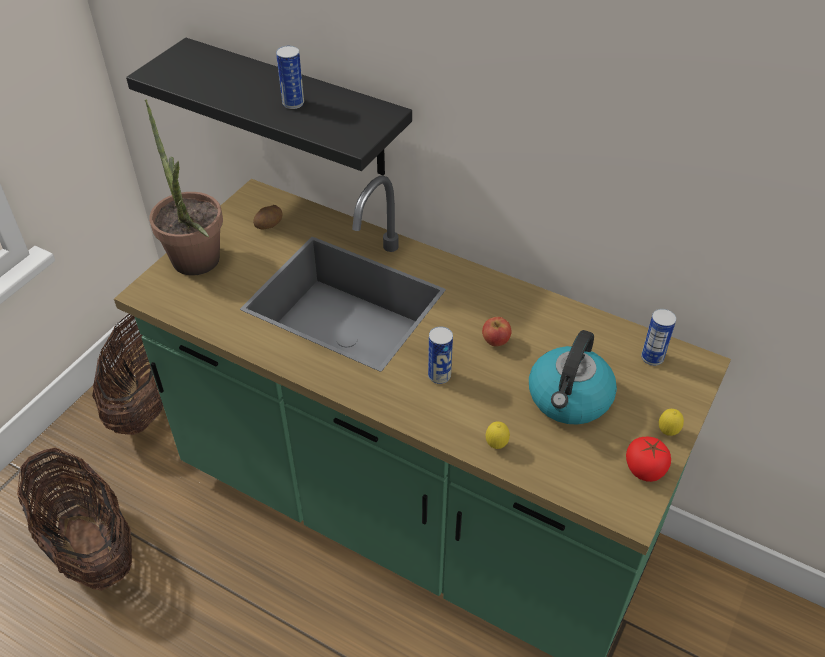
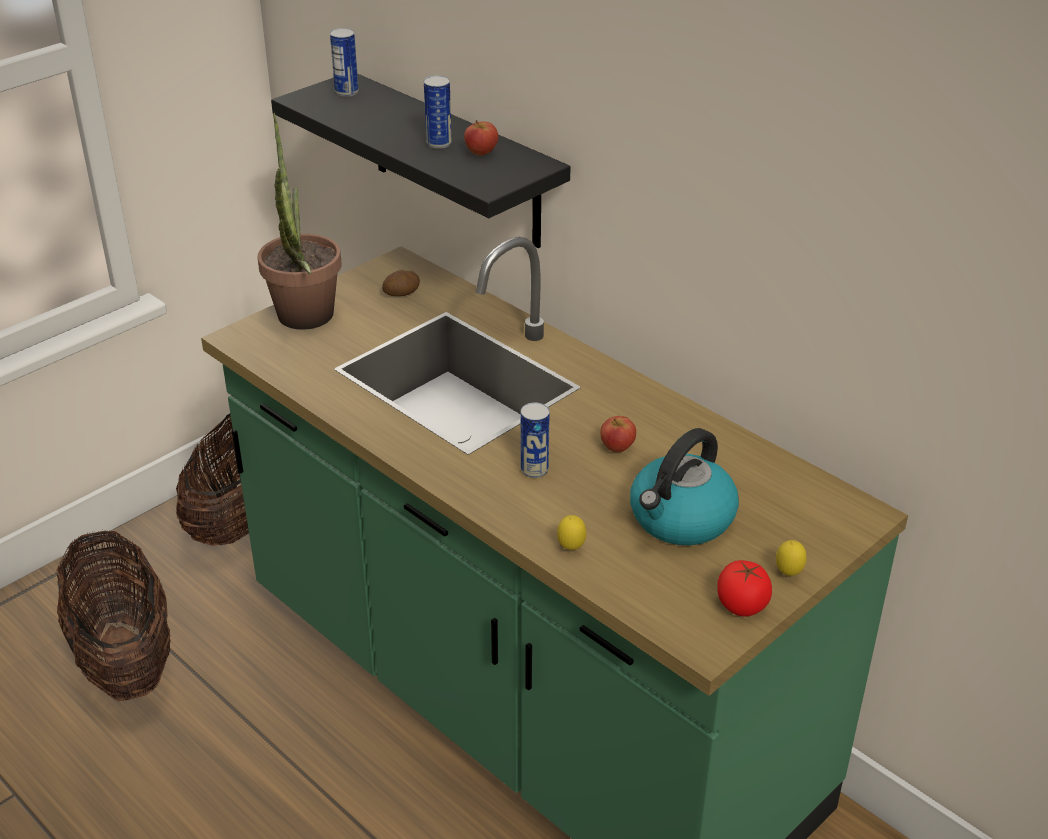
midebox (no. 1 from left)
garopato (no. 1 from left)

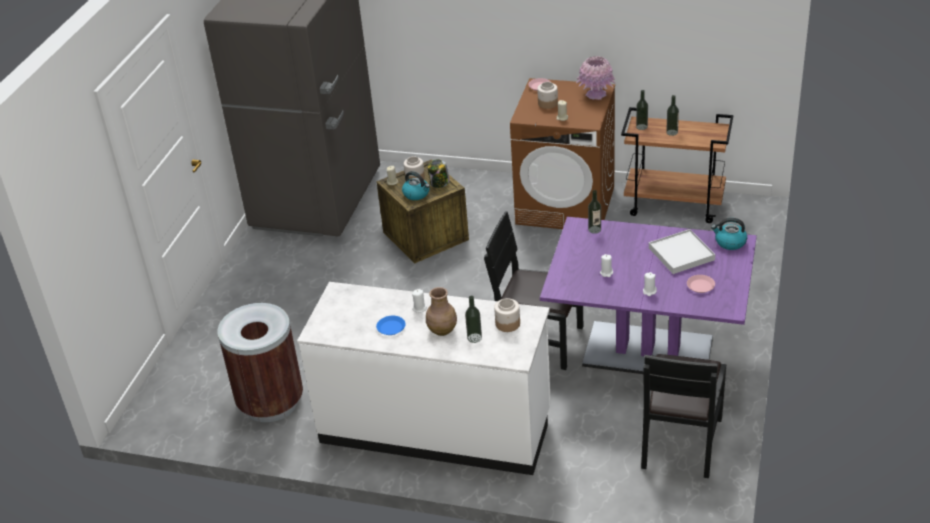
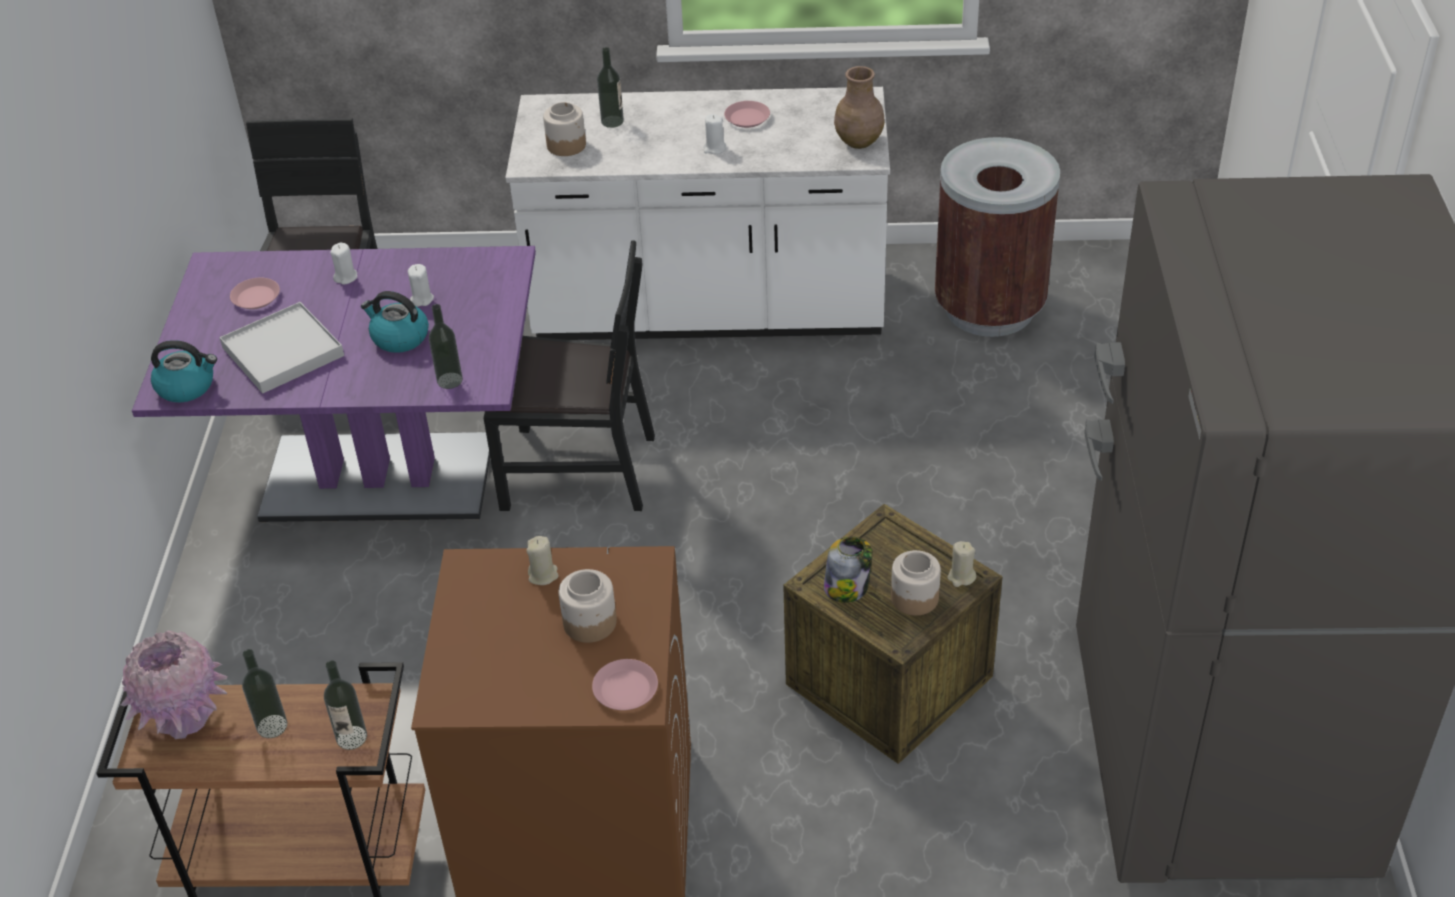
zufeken (no. 2 from left)
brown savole
pink savole
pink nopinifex (no. 3 from left)

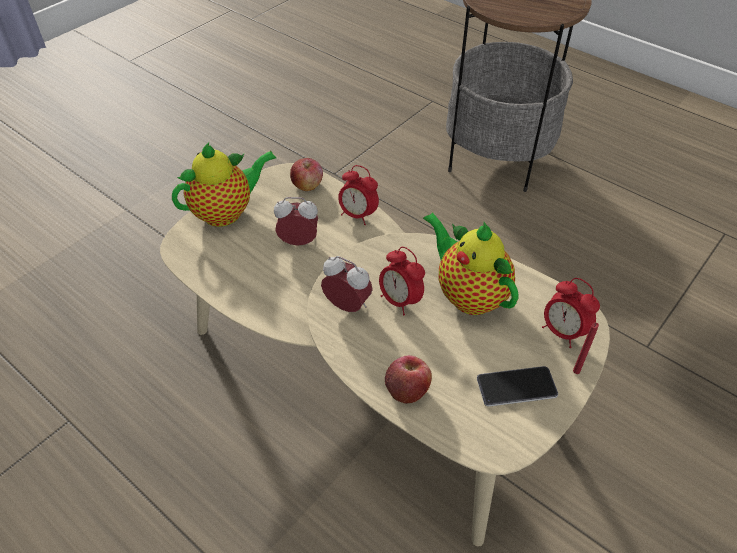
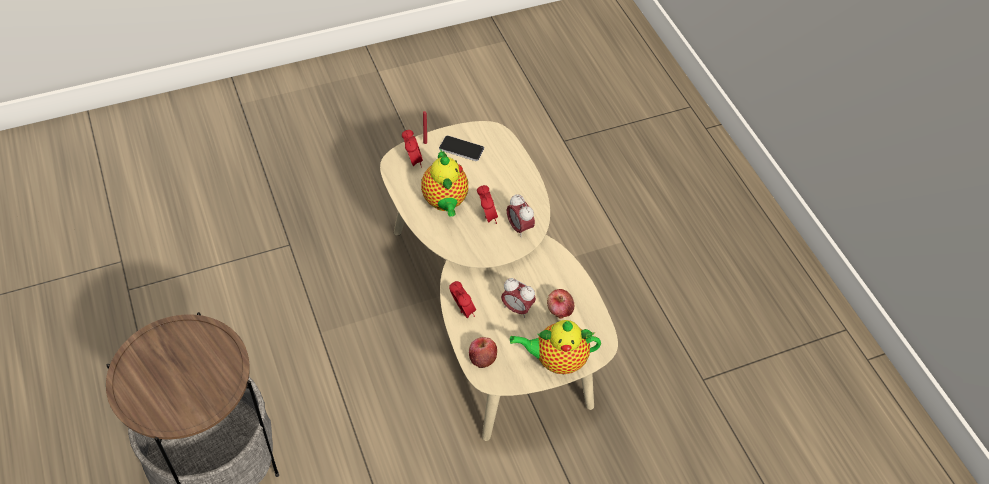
midebox (no. 2 from left)

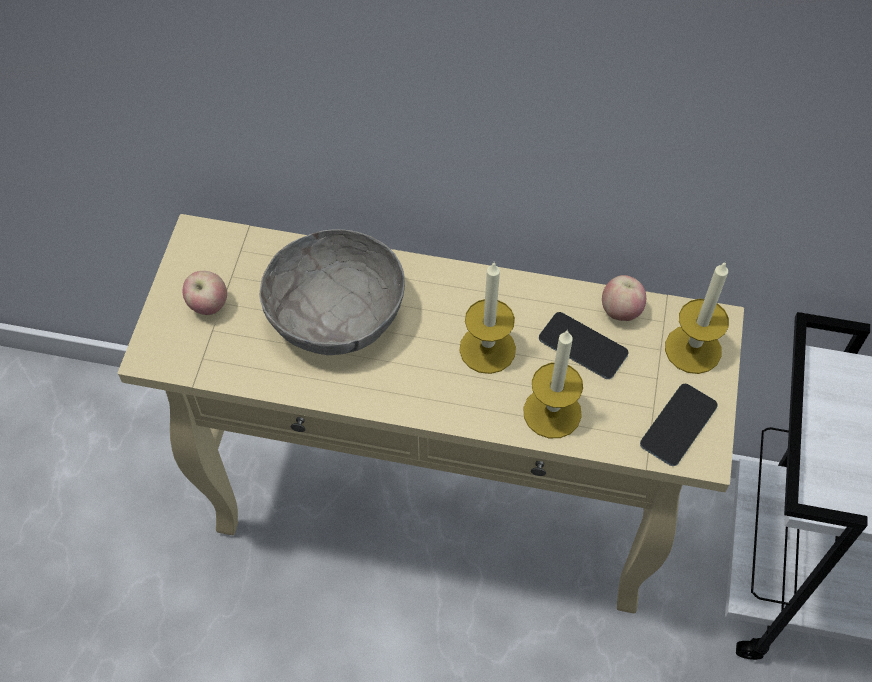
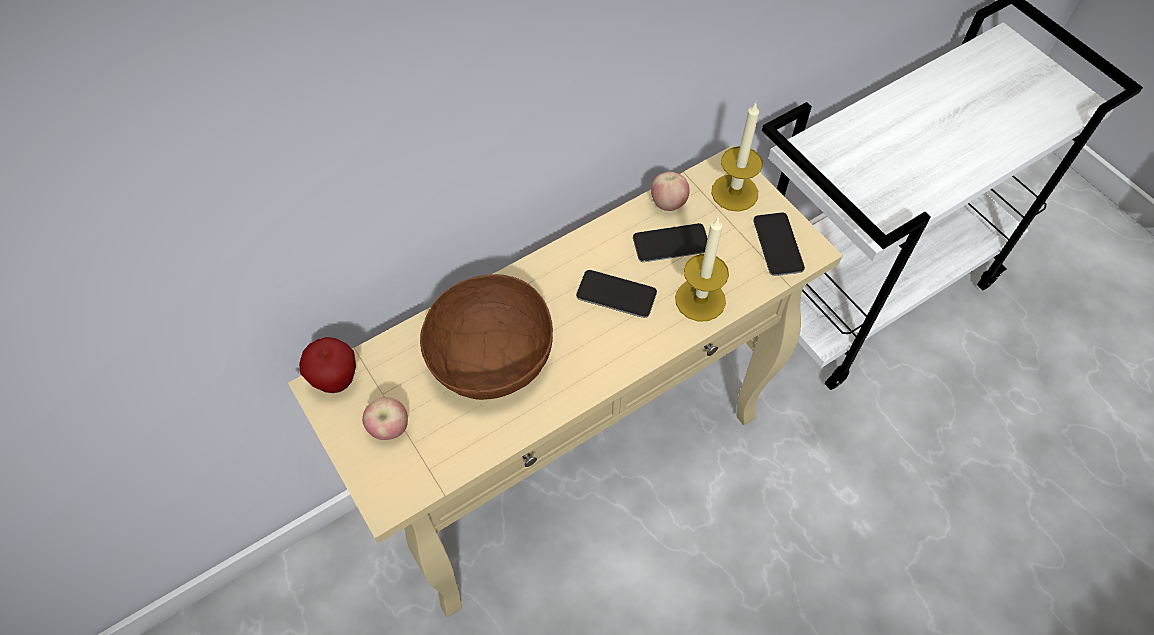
midebox (no. 1 from left)
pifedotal (no. 1 from left)
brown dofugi

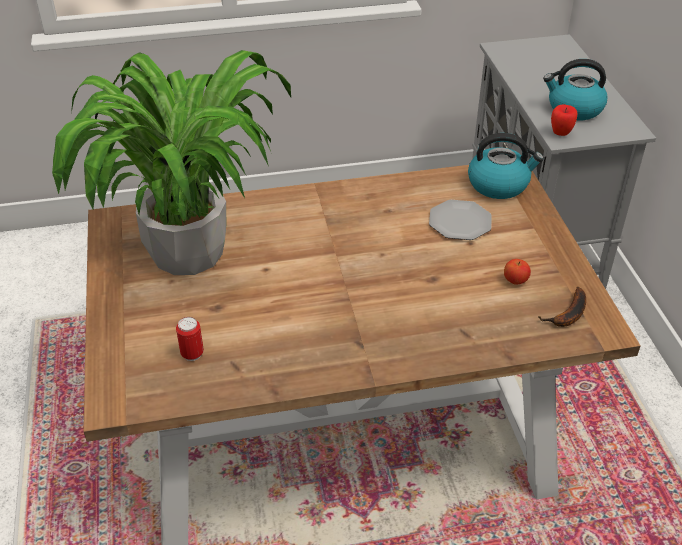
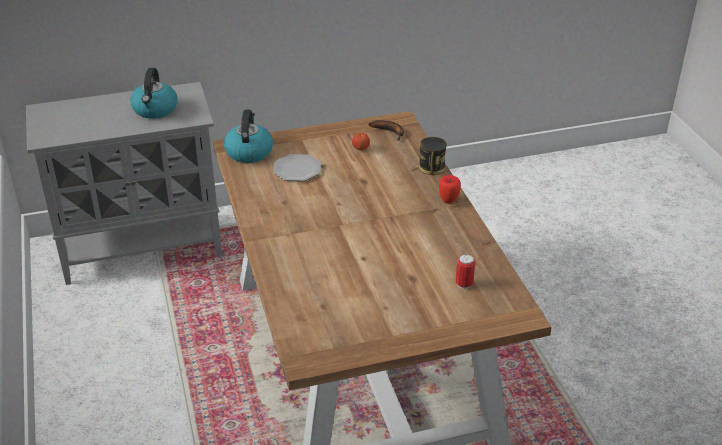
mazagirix
garopato (no. 1 from left)
midebox (no. 2 from left)

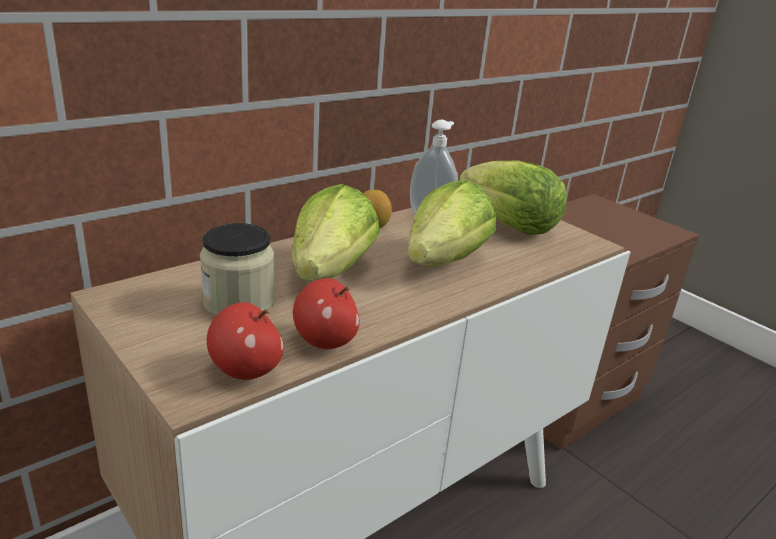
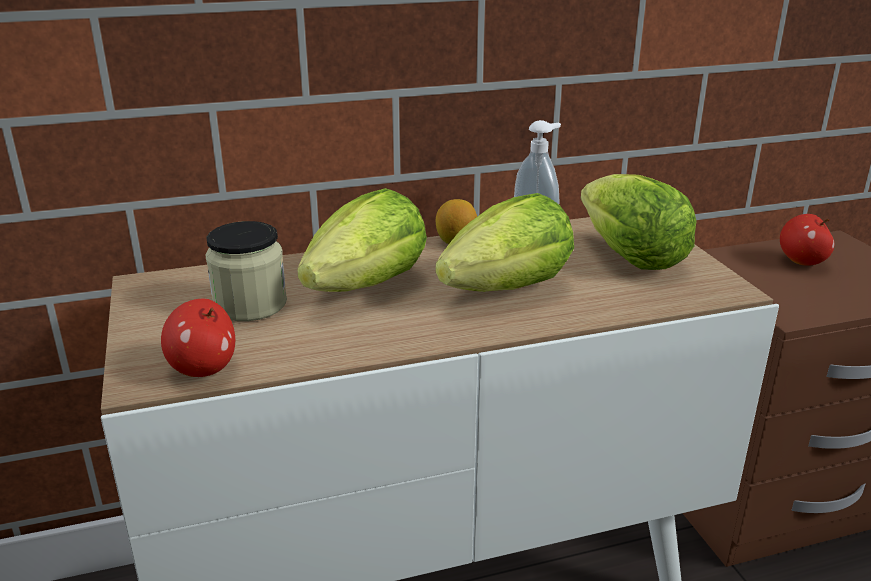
midebox (no. 2 from left)

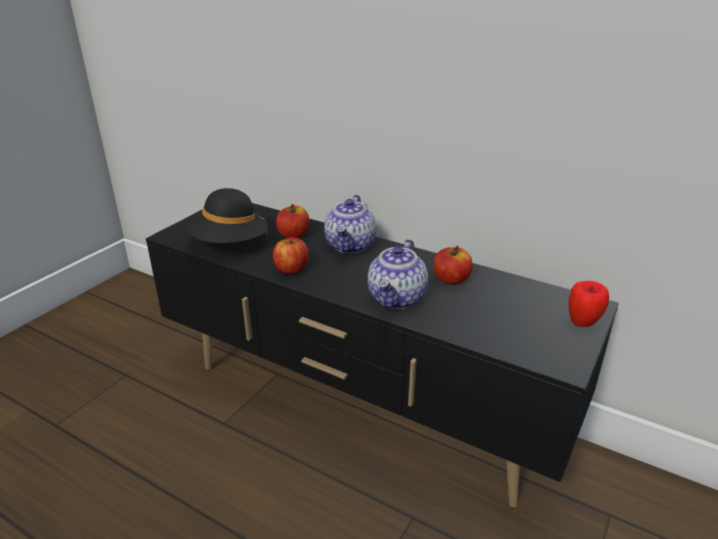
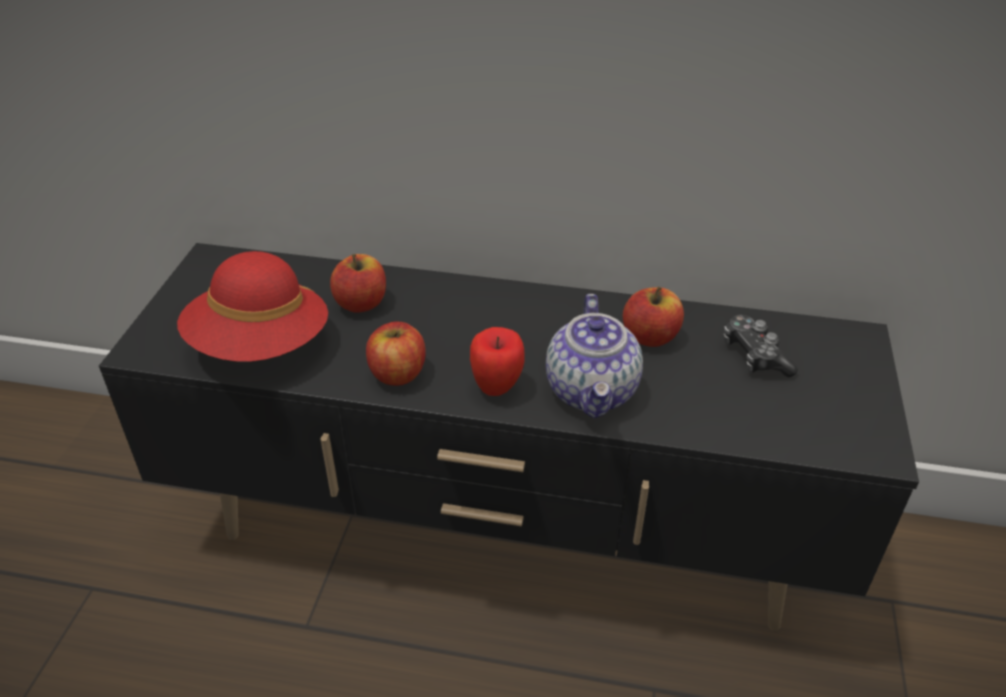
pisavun (no. 1 from left in the first image)
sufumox
midebox (no. 3 from left)
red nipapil

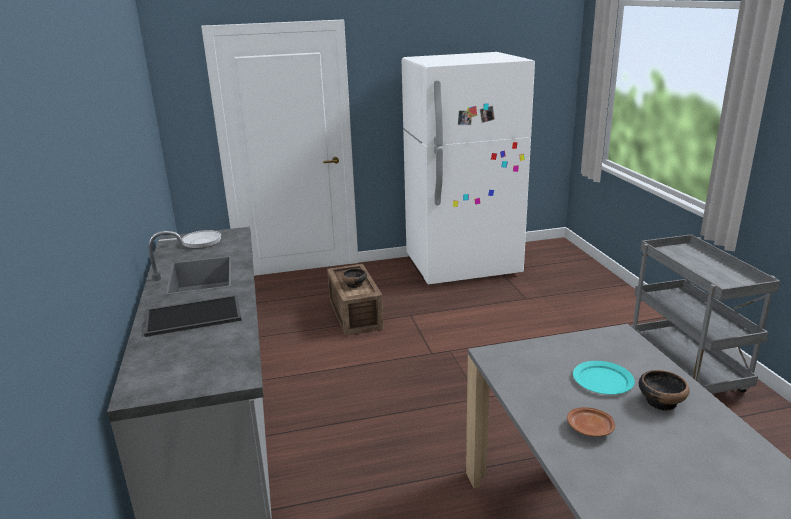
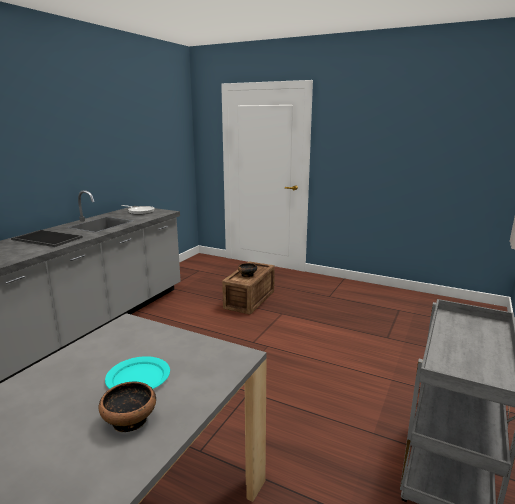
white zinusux
brown nopinifex

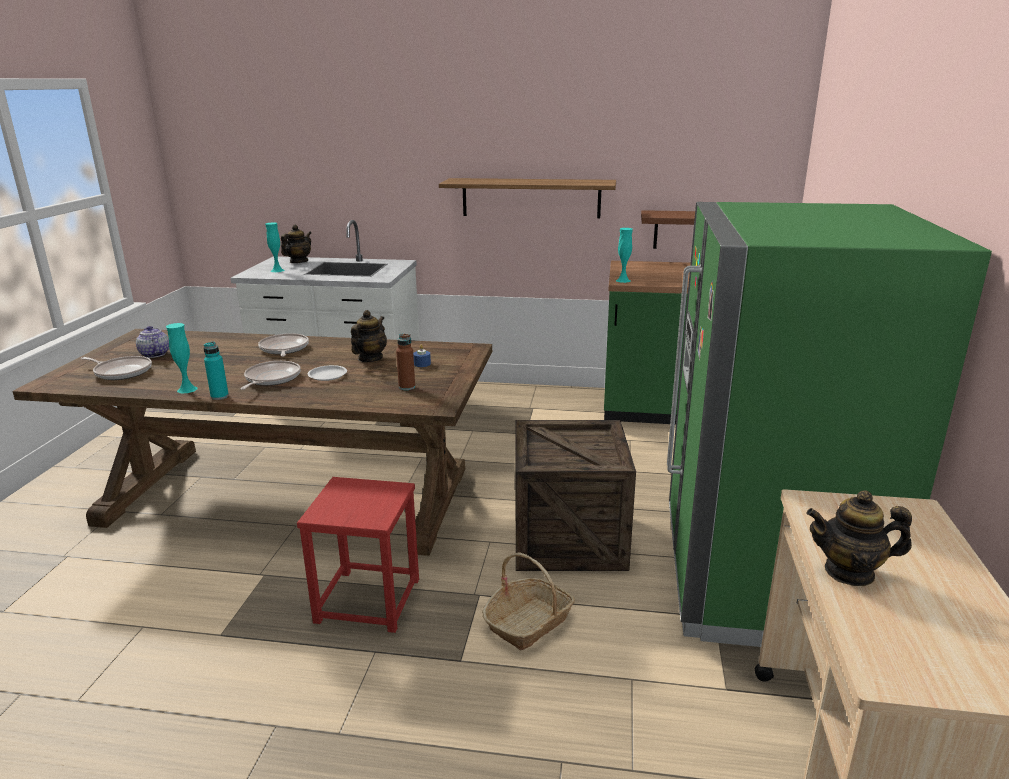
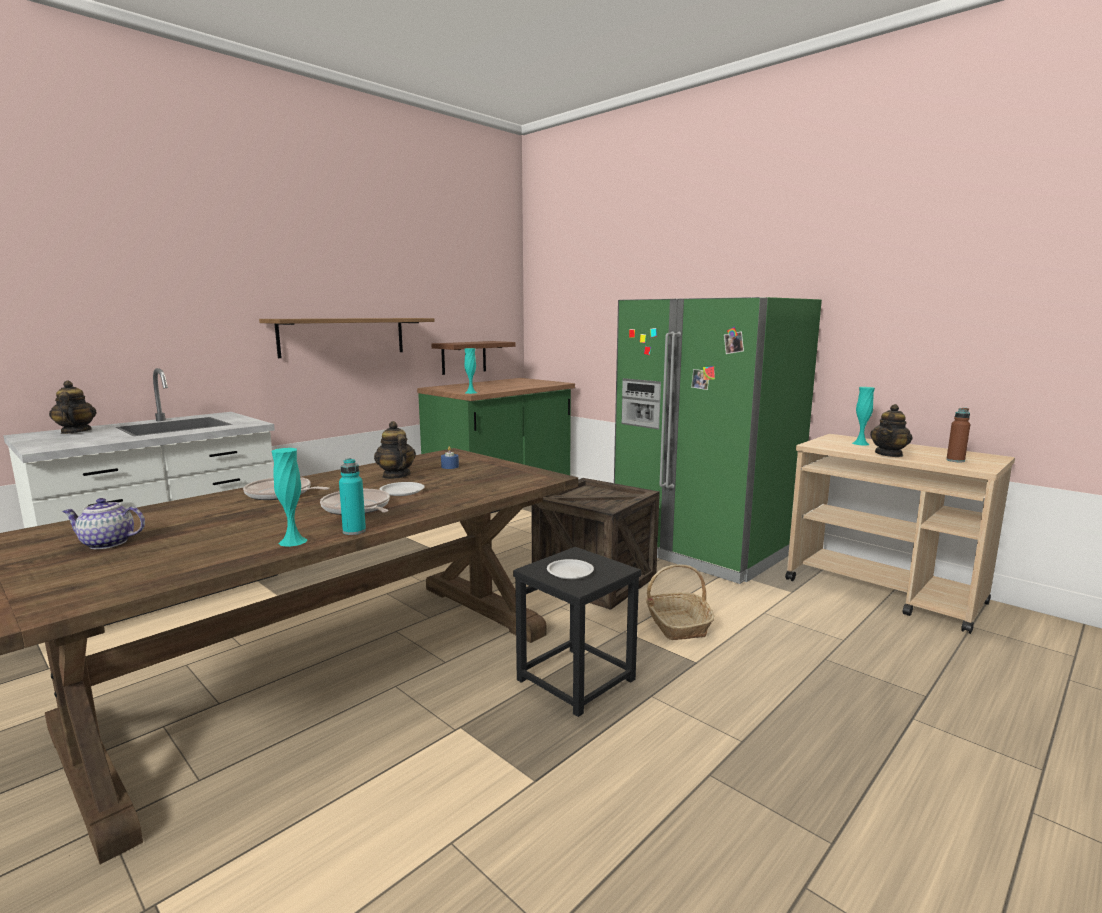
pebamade (no. 1 from left in the first image)
white nopinifex (no. 2 from left)
turquoise savole (no. 3 from left)
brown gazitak
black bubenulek

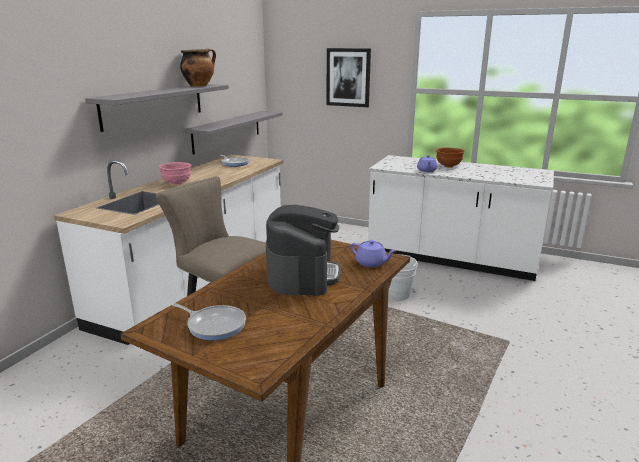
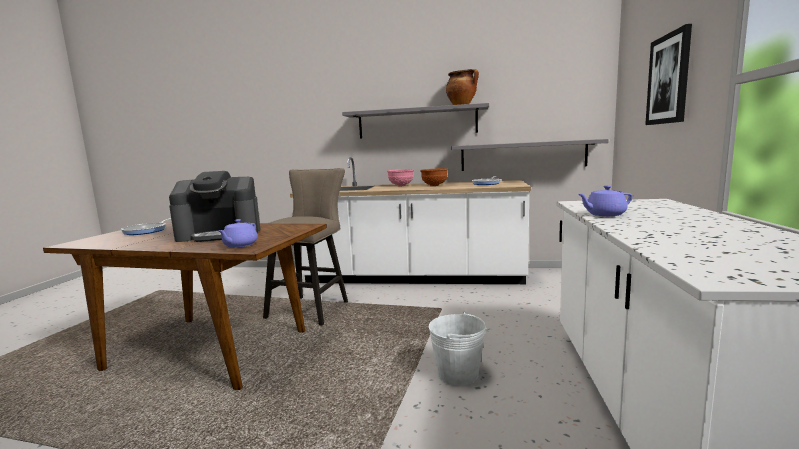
brown dofugi

